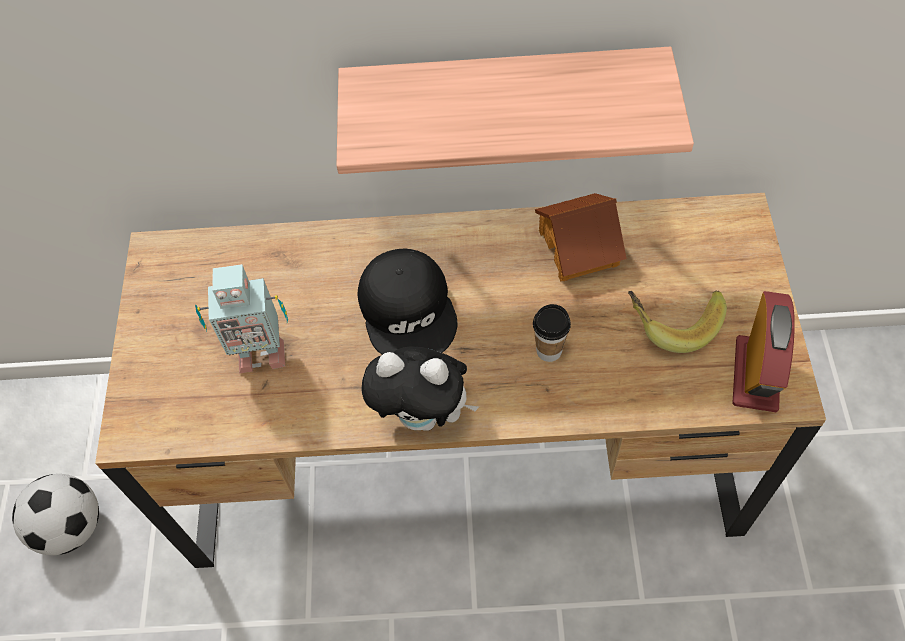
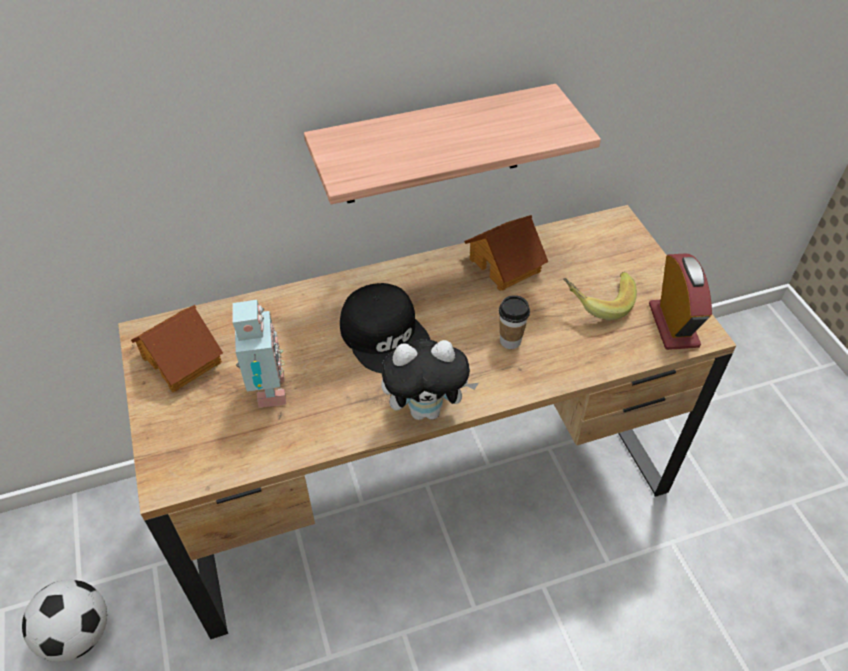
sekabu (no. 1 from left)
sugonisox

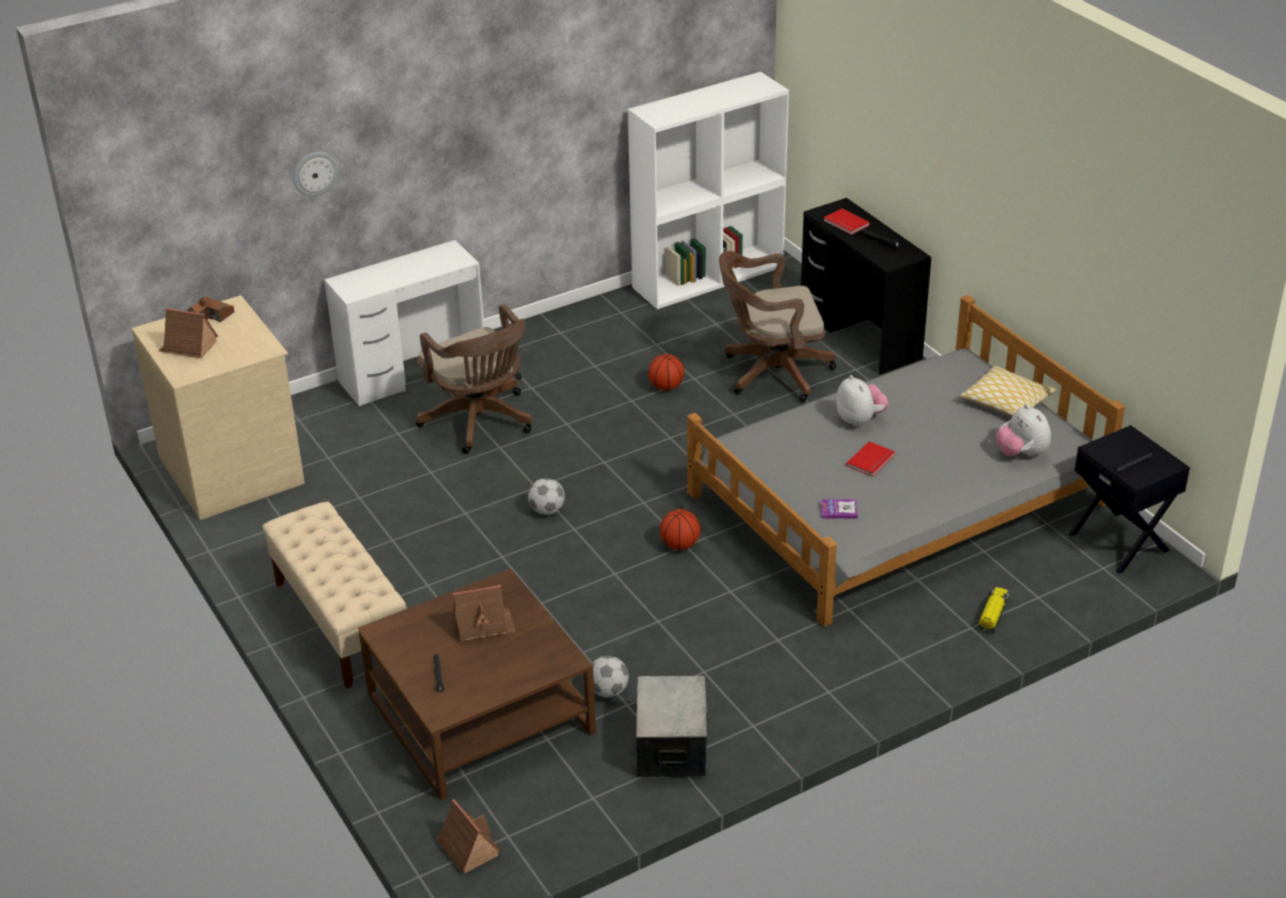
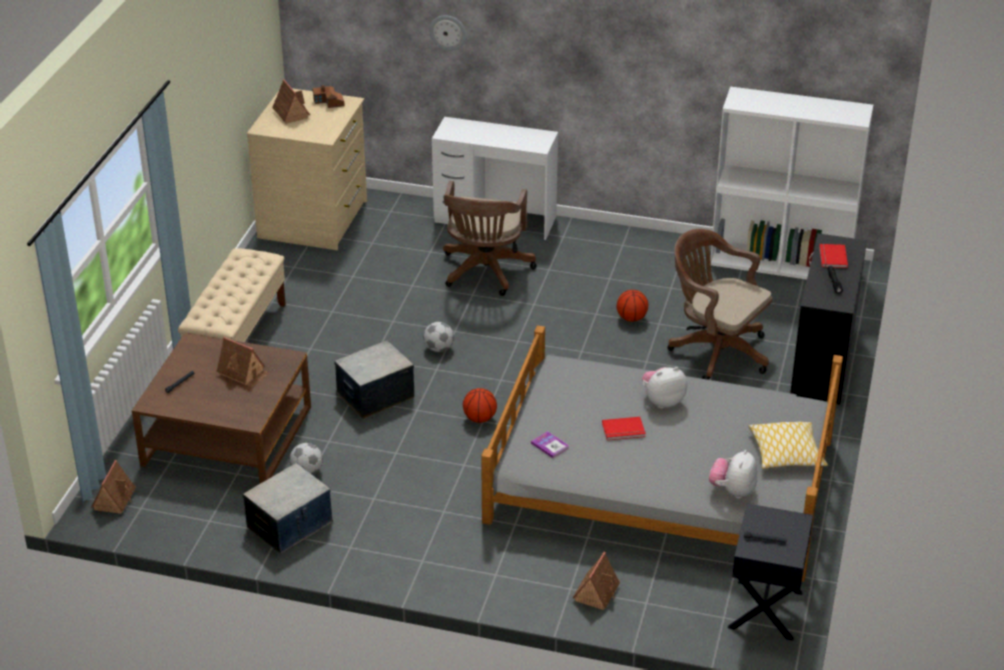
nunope (no. 2 from left)
sekabu (no. 5 from left)
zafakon (no. 1 from left)

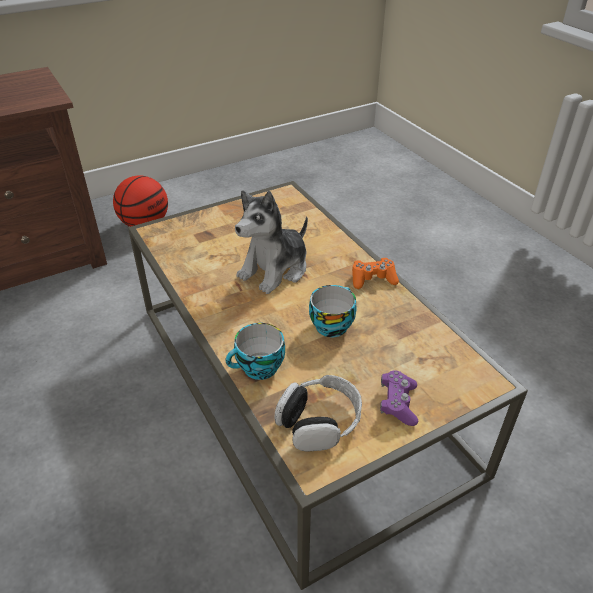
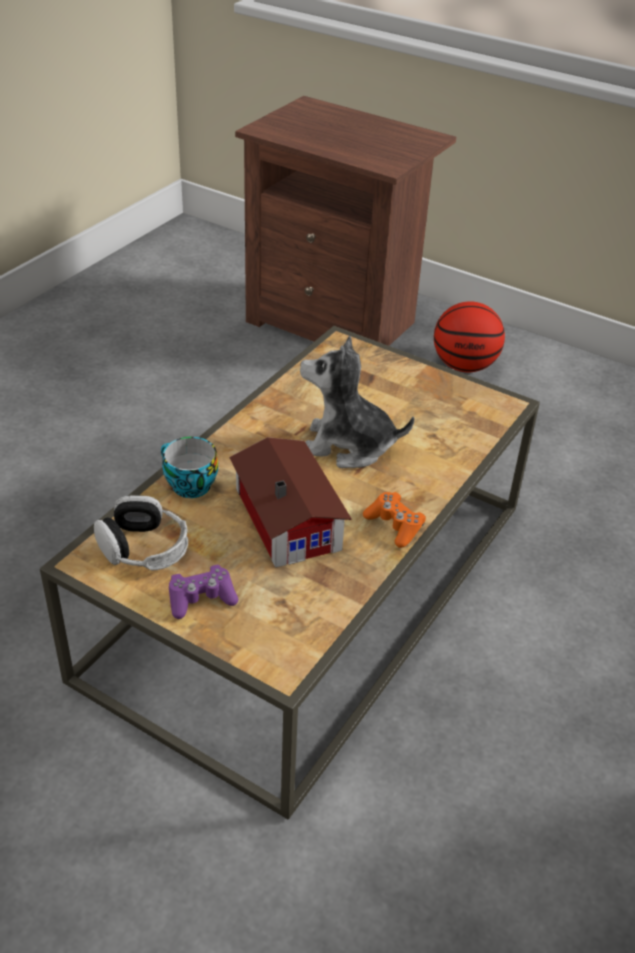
sekabu

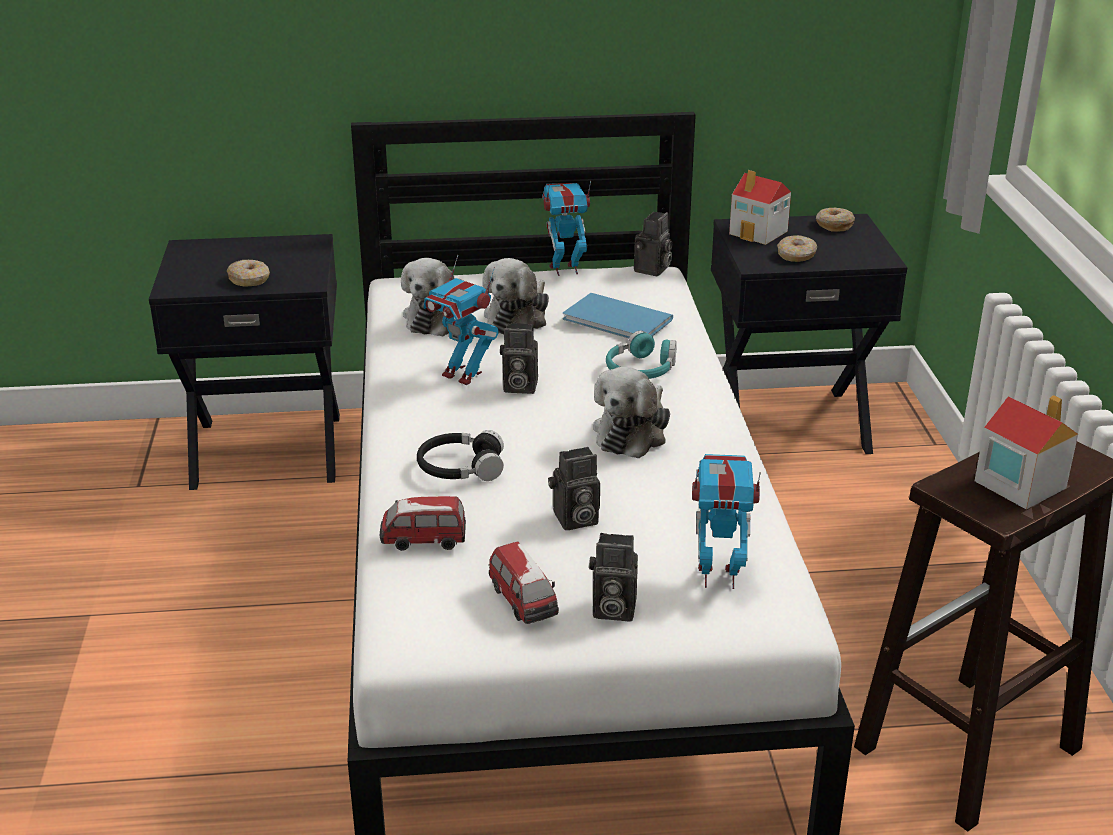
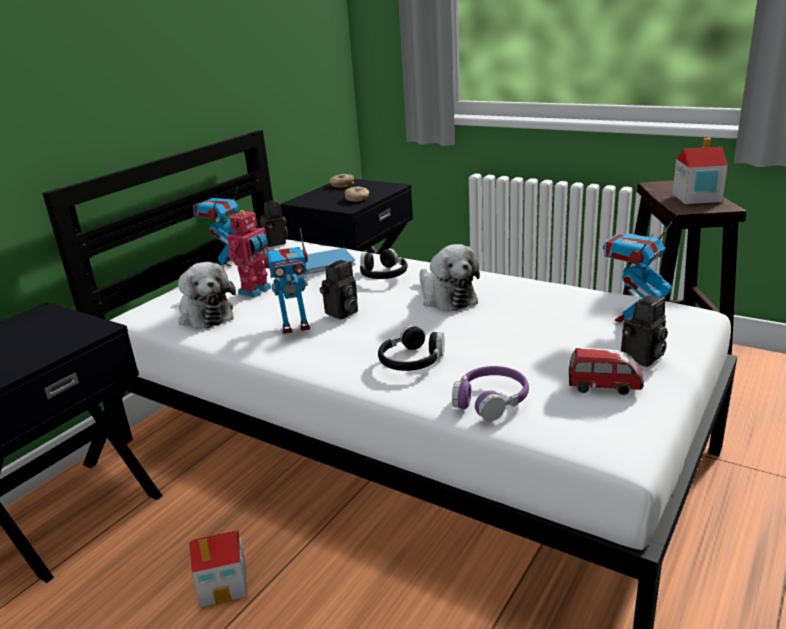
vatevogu (no. 1 from left in the first image)
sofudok (no. 2 from left in the first image)
sekabu (no. 1 from left)
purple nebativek
sugonisox (no. 2 from left)
black nebativek (no. 1 from left)

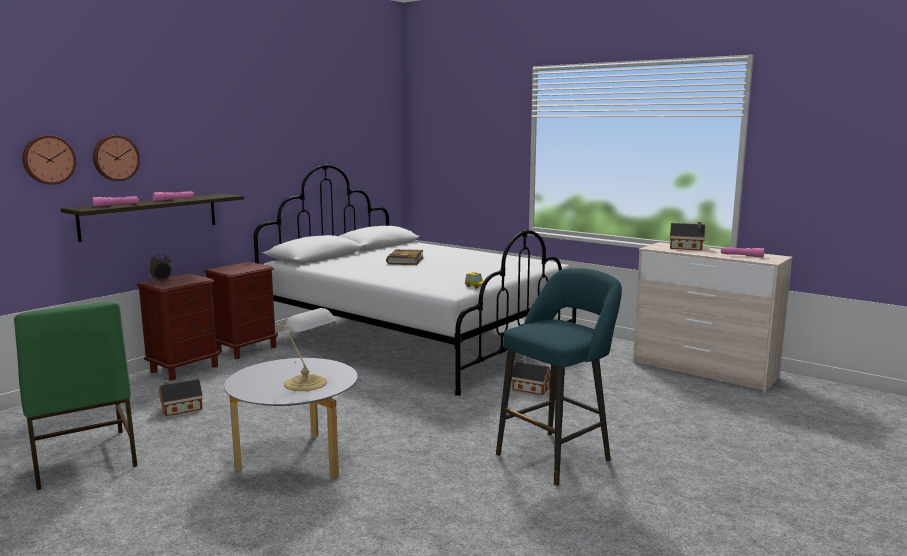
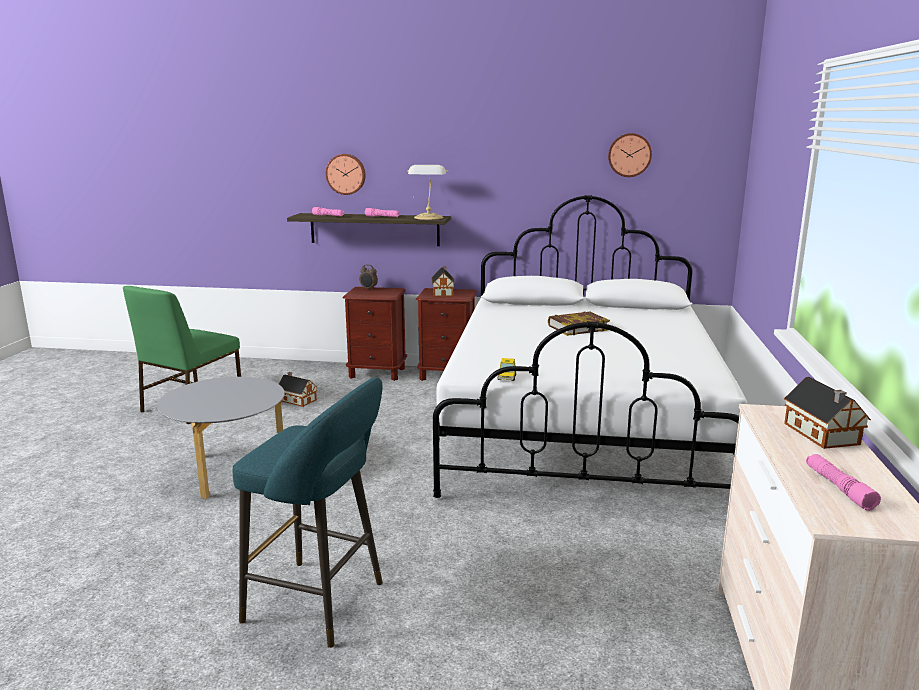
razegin (no. 2 from left)
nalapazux
sekabu (no. 2 from left)

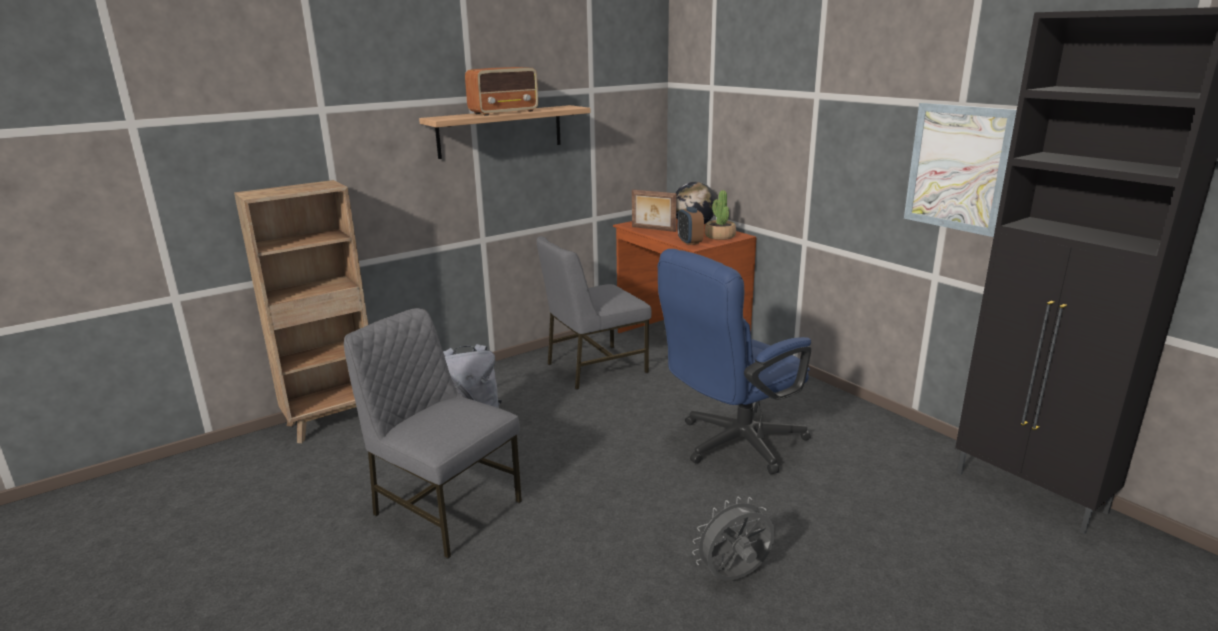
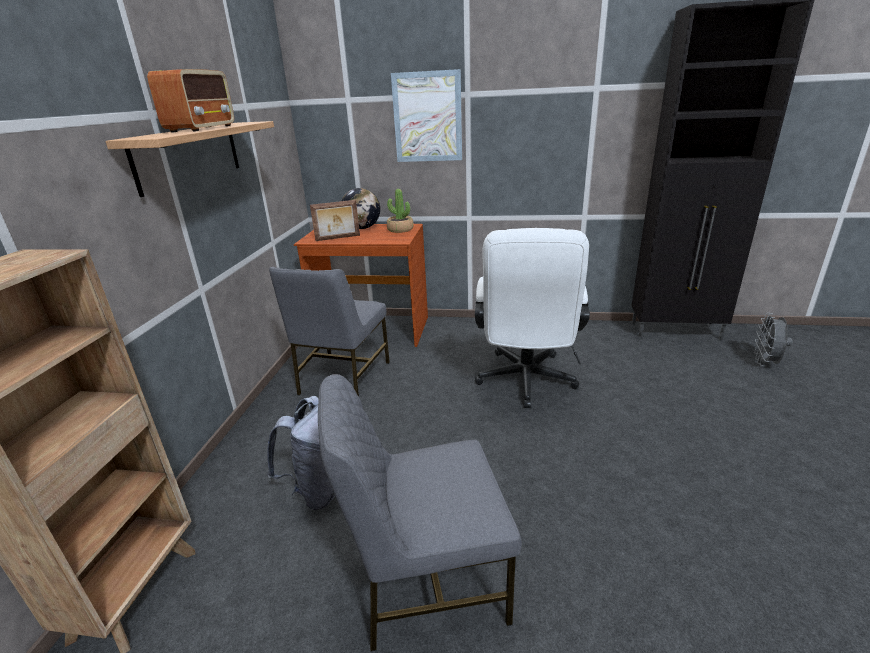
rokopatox
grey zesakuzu
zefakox
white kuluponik

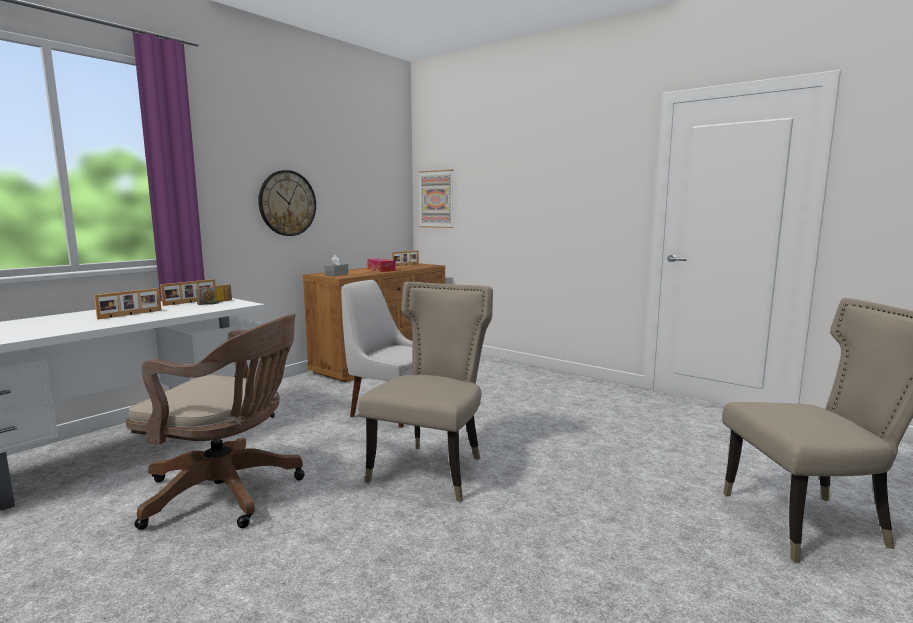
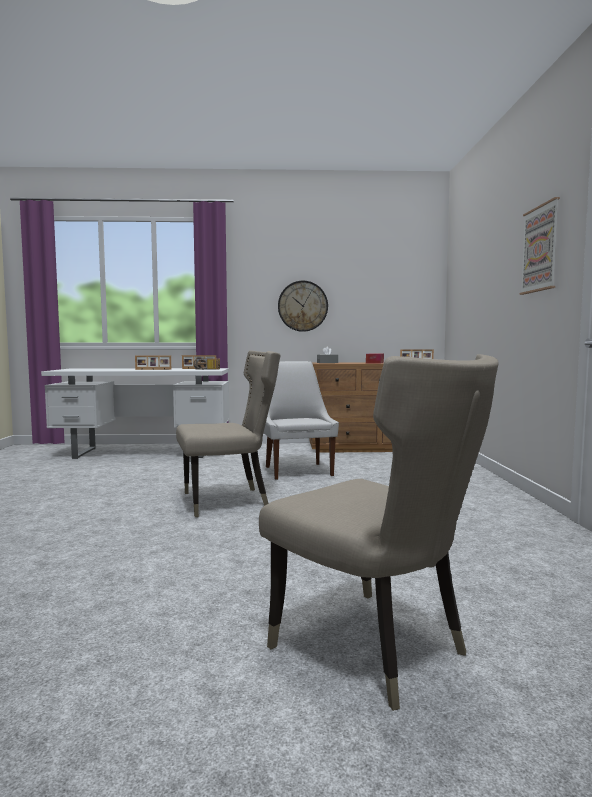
brown kuluponik
zefakox

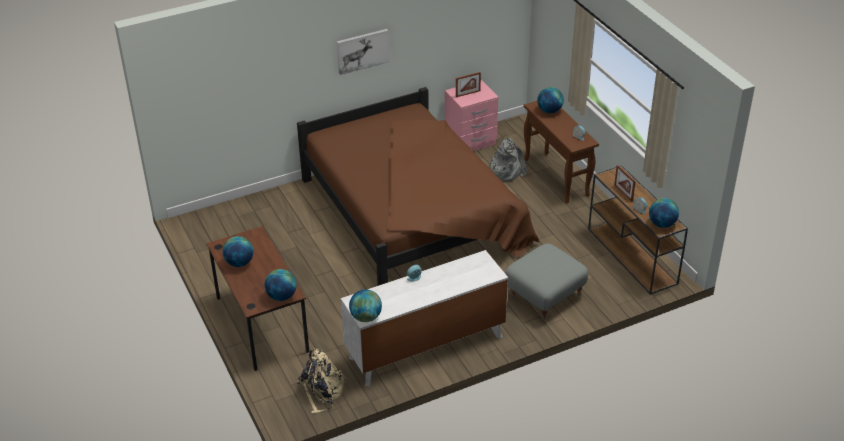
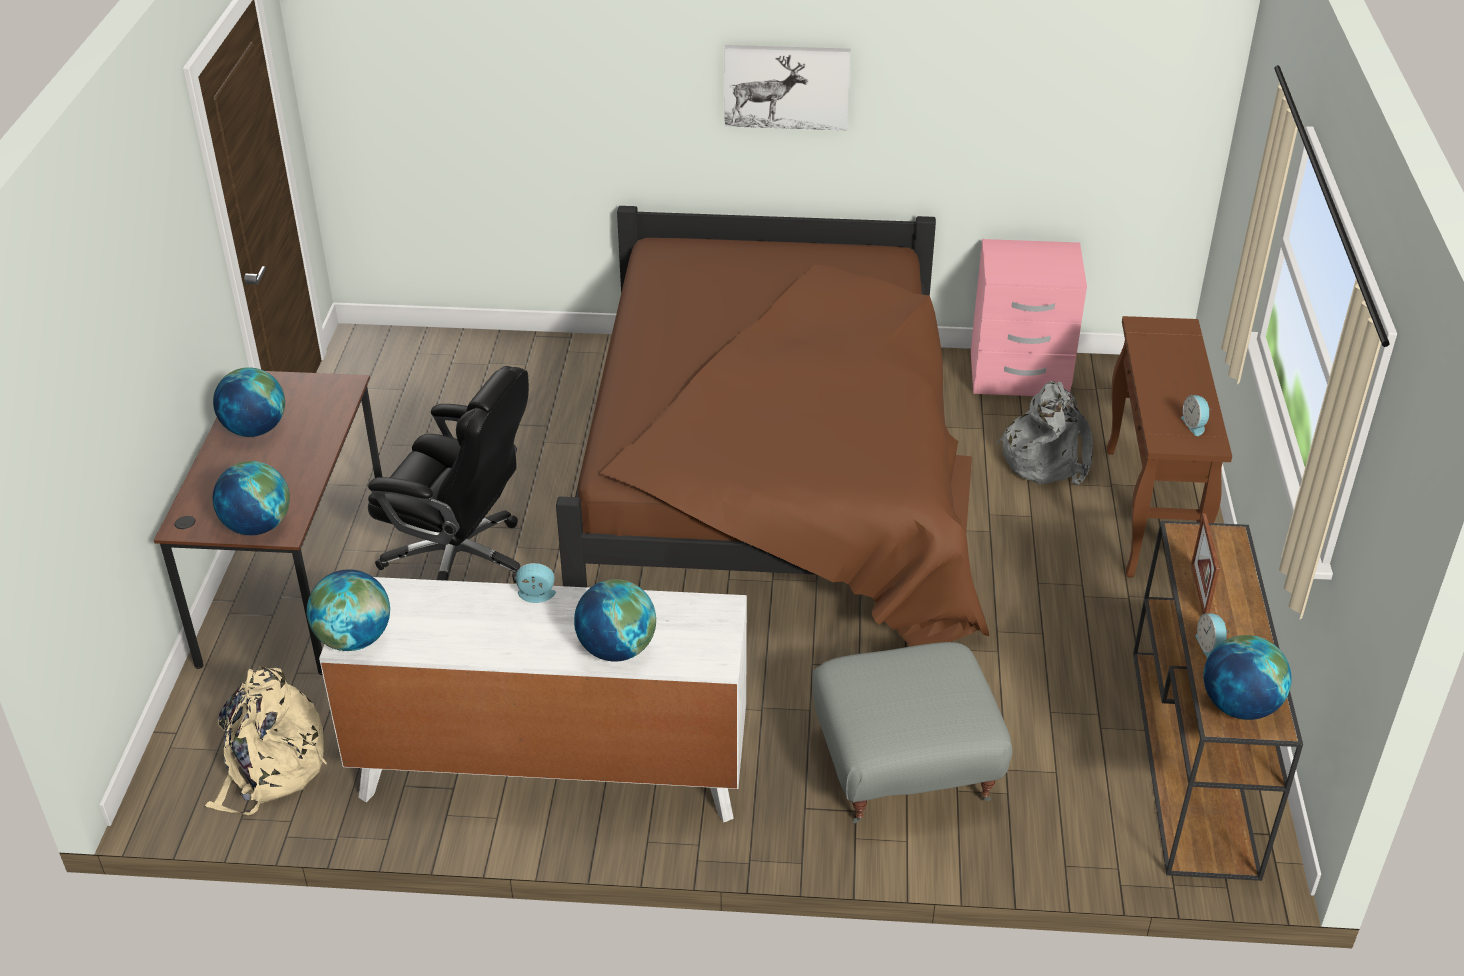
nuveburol (no. 1 from left in the first image)
black kuluponik
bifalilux (no. 4 from left)

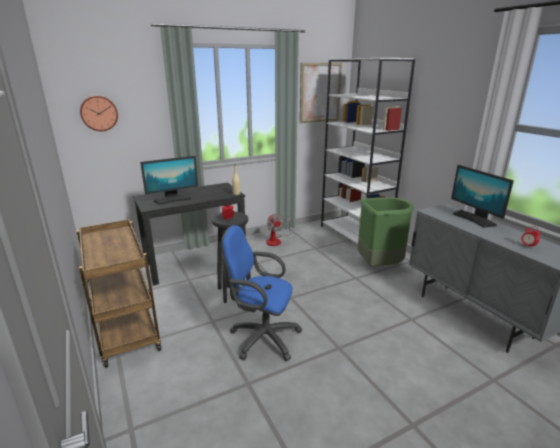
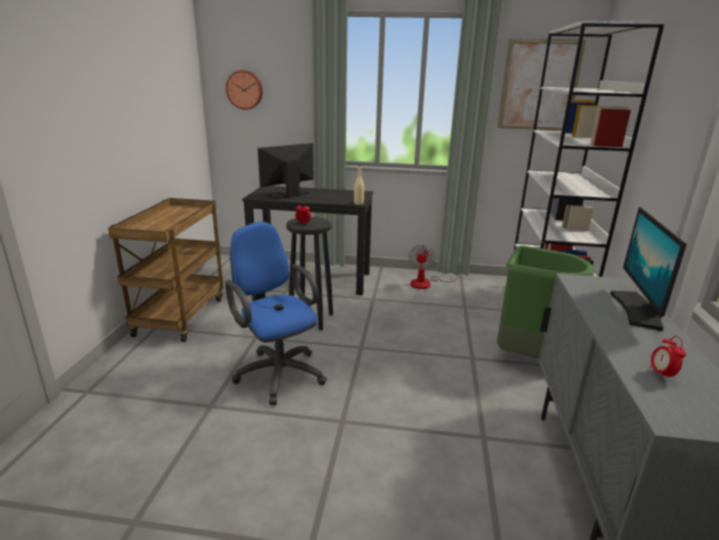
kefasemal (no. 1 from left)

